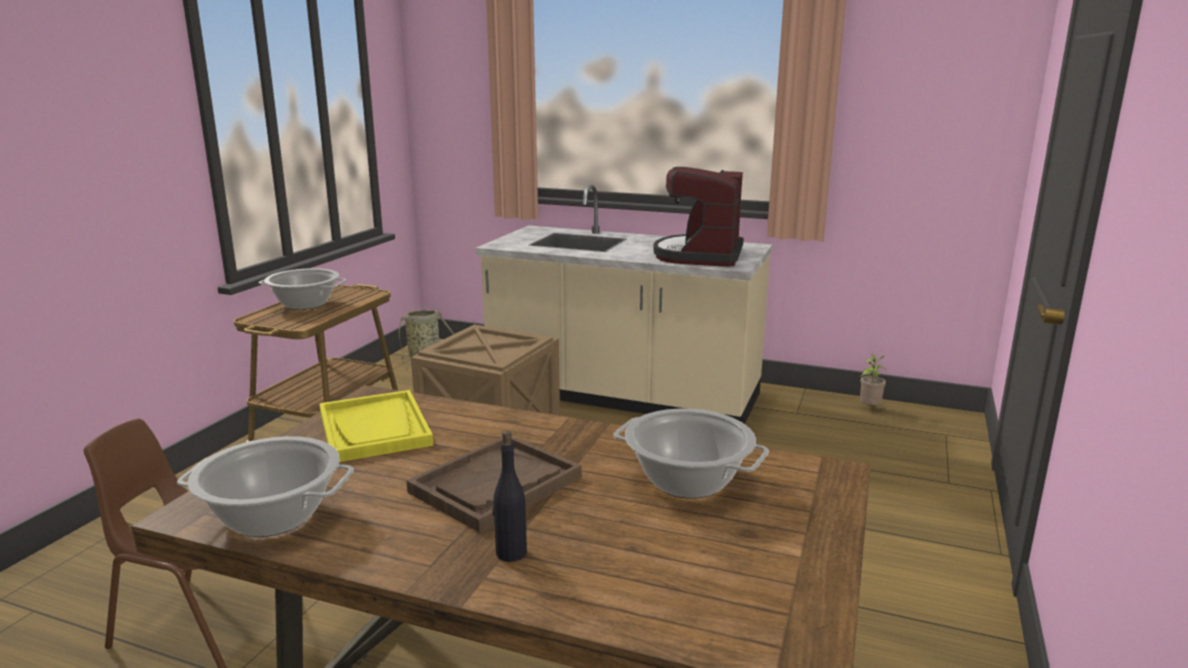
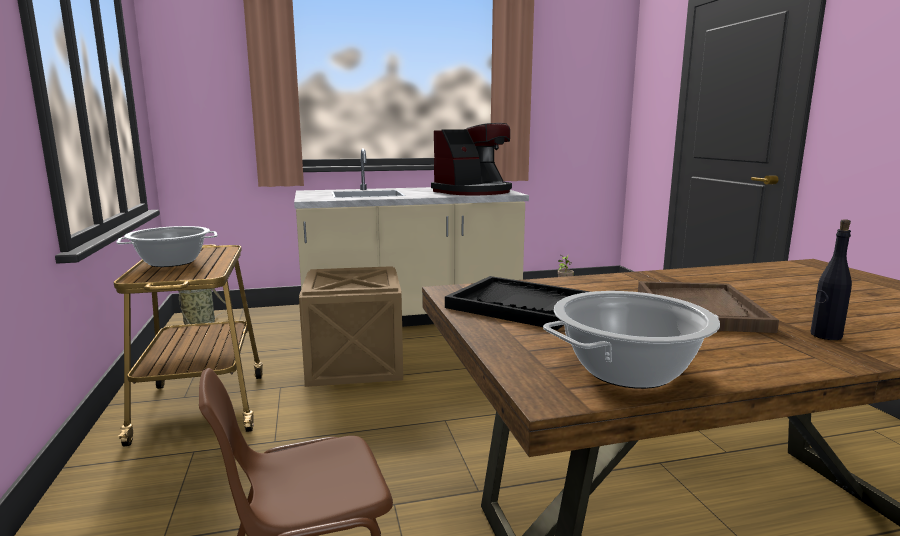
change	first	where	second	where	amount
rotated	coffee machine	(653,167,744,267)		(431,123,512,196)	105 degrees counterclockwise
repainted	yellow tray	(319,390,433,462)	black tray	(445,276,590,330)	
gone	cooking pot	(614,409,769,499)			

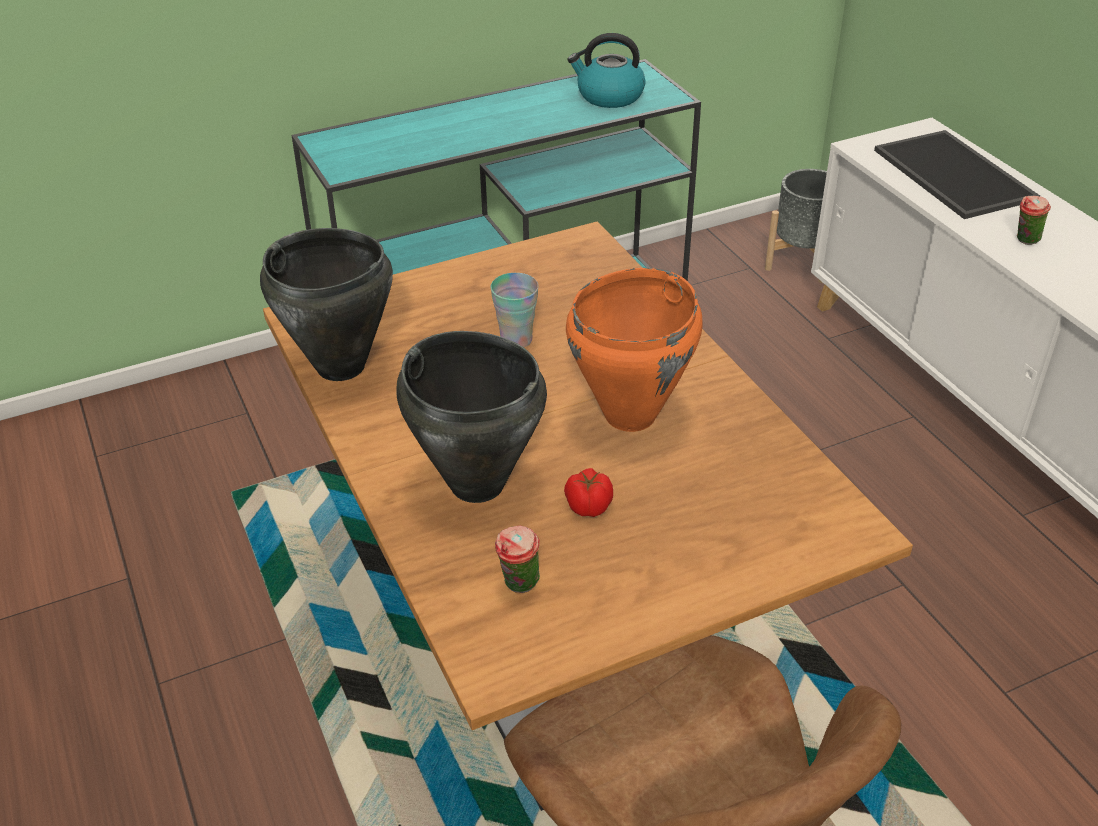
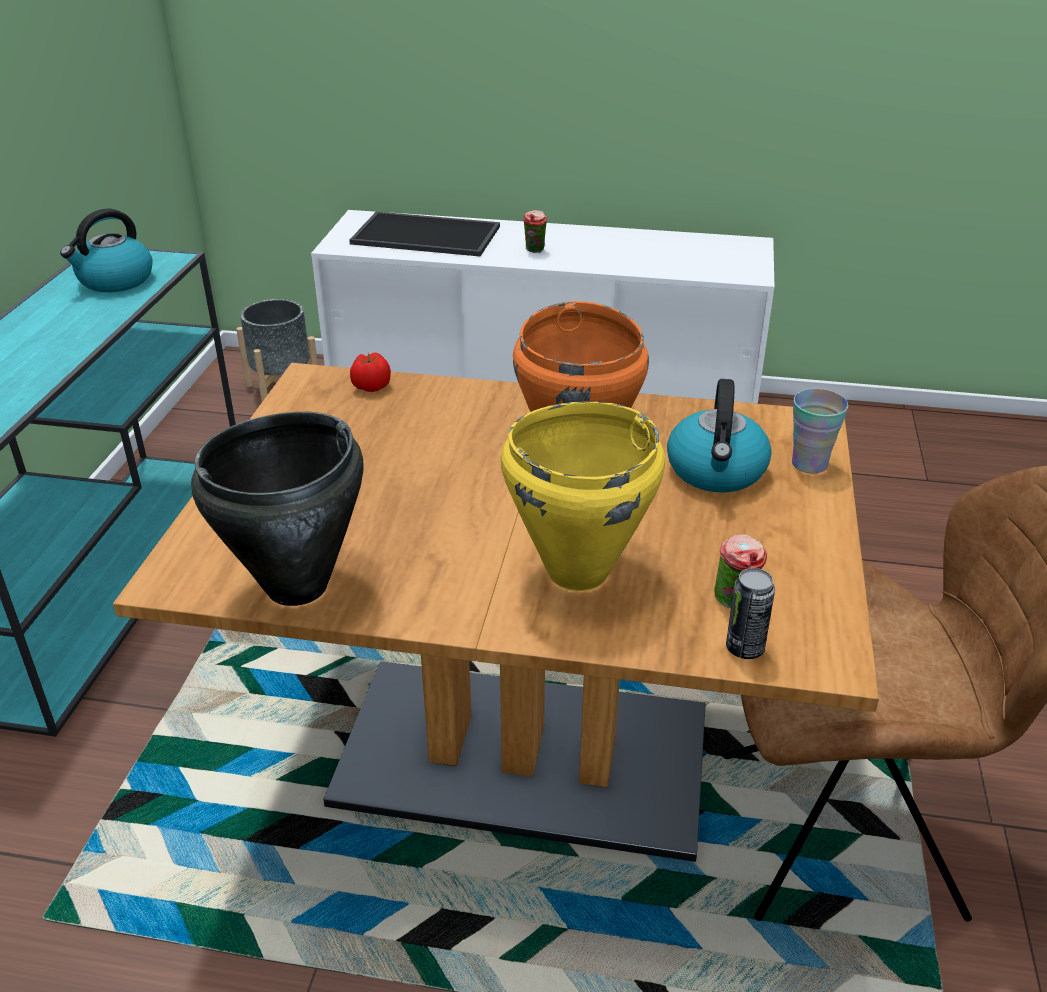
change	first	where	second	where	amount
shifted	tomato	(564,468,613,517)		(350,352,391,392)	
repainted	black cooking pot	(396,331,547,503)	yellow cooking pot	(501,402,665,591)	
new			kettle	(667,379,772,492)	
new			can	(726,568,775,659)	
shifted	cup	(491,273,539,347)		(792,389,848,474)	

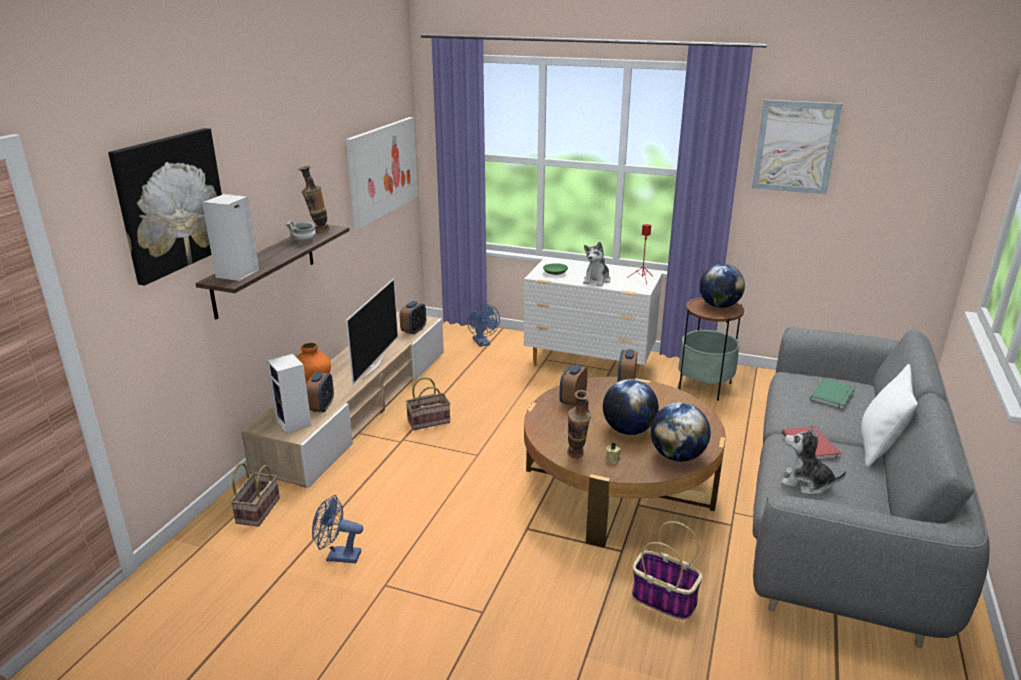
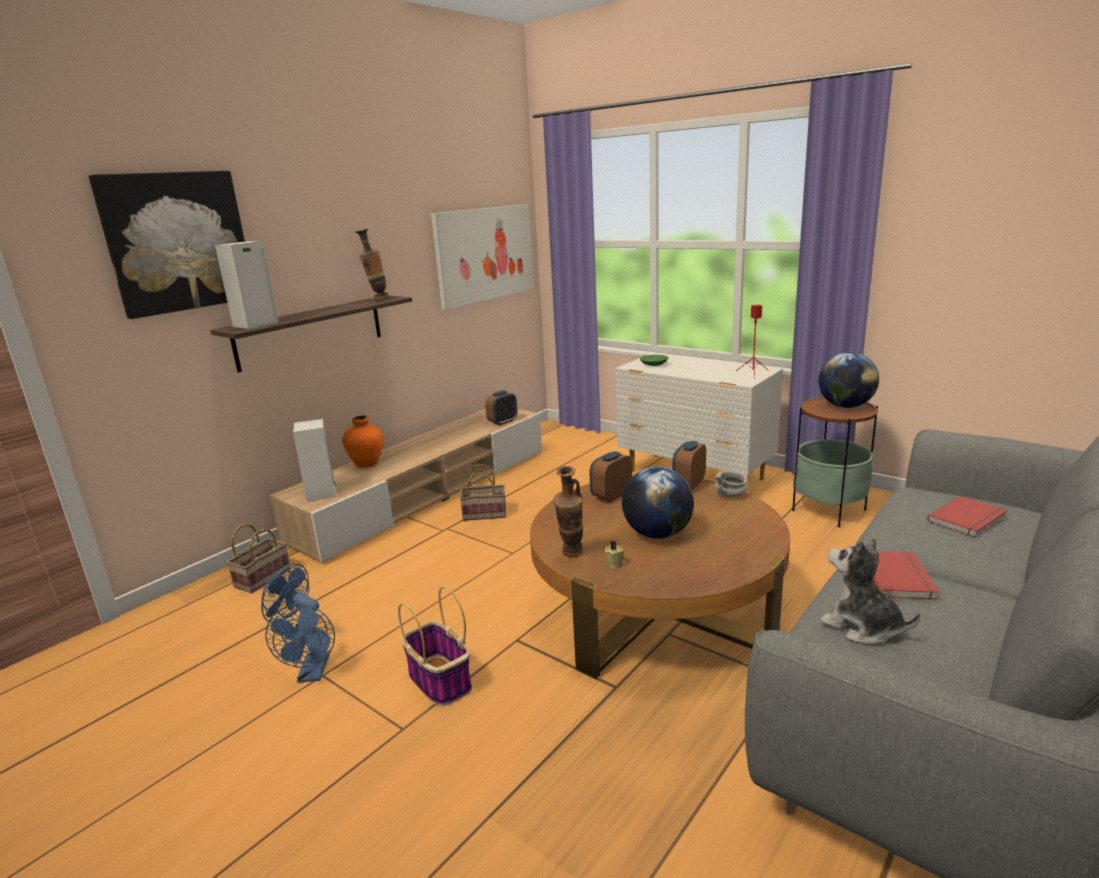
change	first	where	second	where	amount
shifted	blue fan	(467,304,500,347)		(265,604,335,683)	
shifted	basket	(632,521,703,620)		(398,586,472,706)	
shifted	grey bowl	(286,221,316,242)		(715,471,747,498)	
repainted	green book	(810,378,855,409)	red book	(927,496,1007,537)	
gone	alarm clock	(306,372,334,413)			
gone	television	(346,279,398,384)			
gone	plush toy	(583,242,610,287)			
gone	globe	(651,403,711,462)			
gone	picture	(752,100,843,194)			
gone	white pillow	(861,364,918,468)			

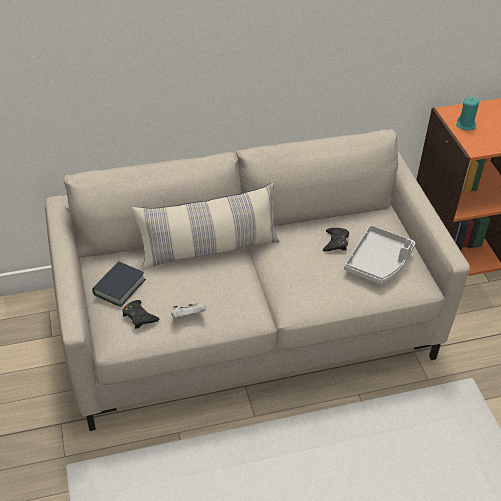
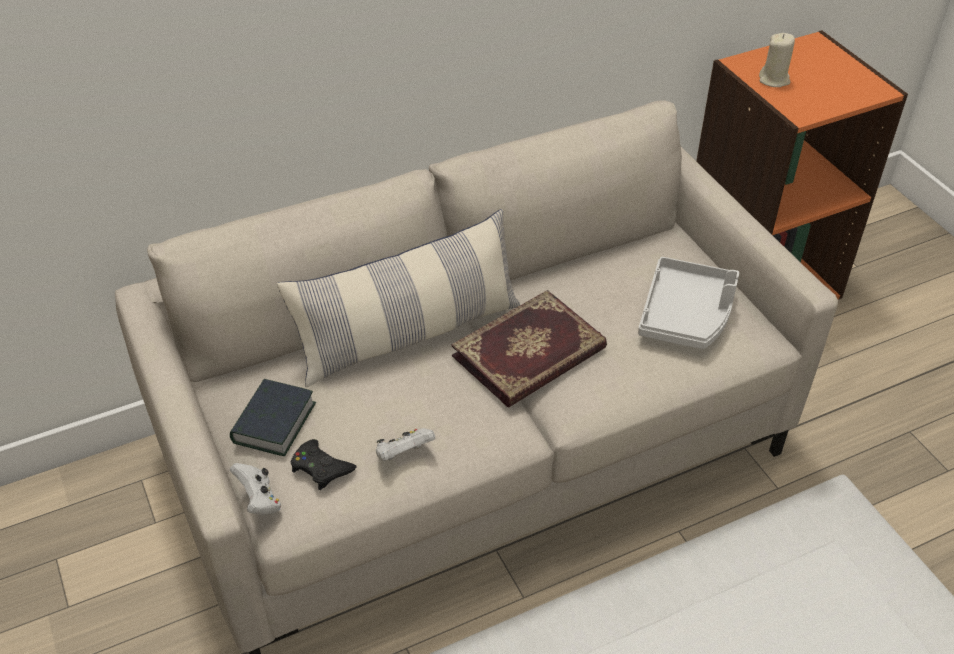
change	first	where	second	where	amount
new			white game controller	(230,463,281,515)	
new			book	(451,290,607,408)	
repainted	turquoise candle	(456,97,479,130)	beige candle	(759,33,795,87)	
gone	black game controller	(323,228,349,251)			

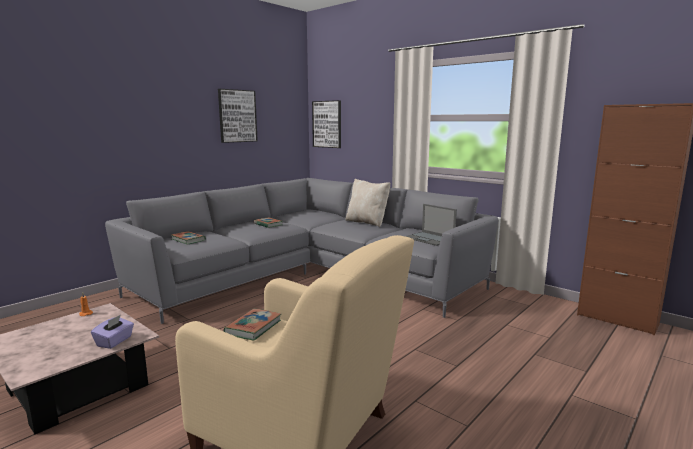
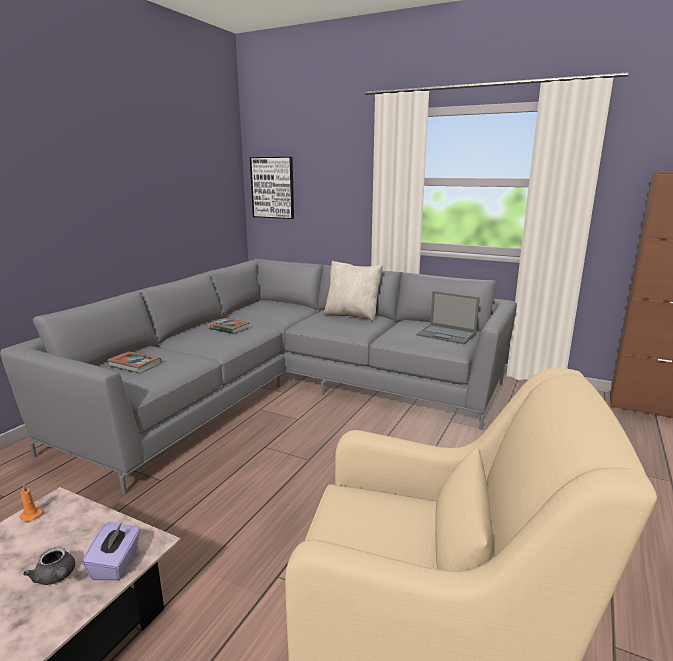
change	first	where	second	where	amount
new			grey teapot	(23,547,75,585)	
gone	picture	(218,89,258,143)			
gone	book	(223,309,281,341)			

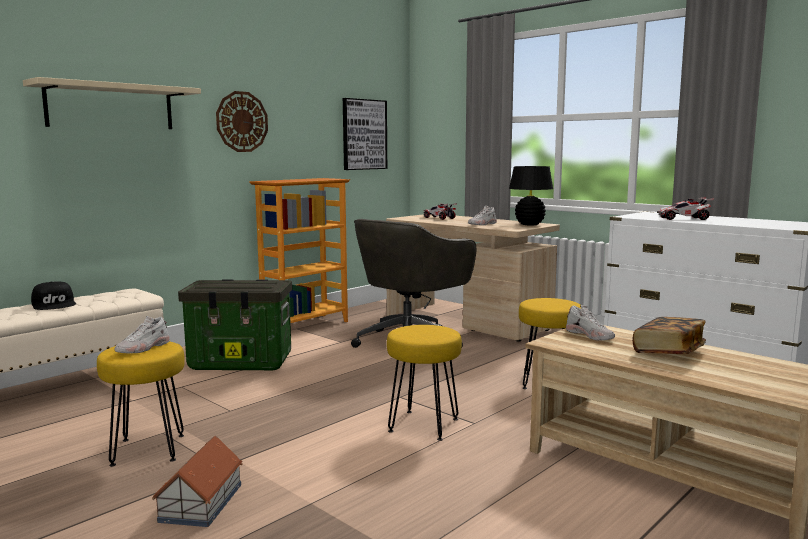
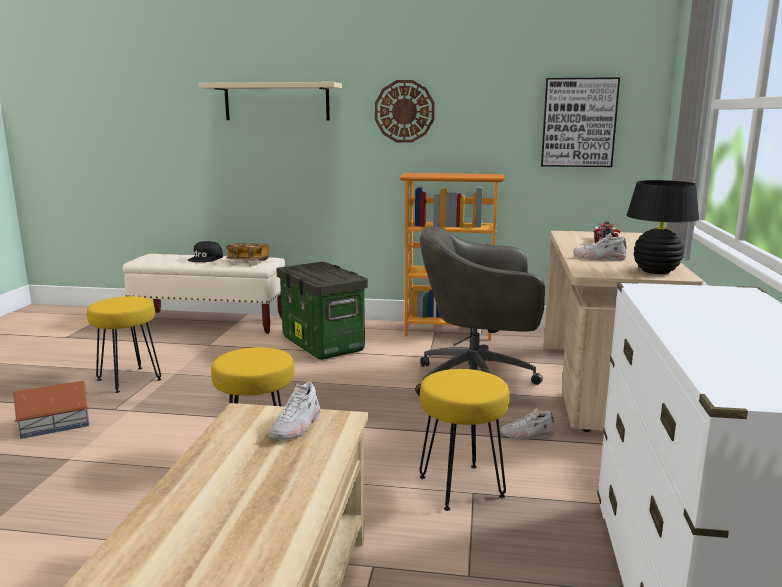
change	first	where	second	where	amount
shifted	book	(633,317,706,354)		(226,243,269,261)	
shifted	white shoe	(115,316,170,353)		(501,408,554,440)	
gone	toy car	(657,196,714,220)			

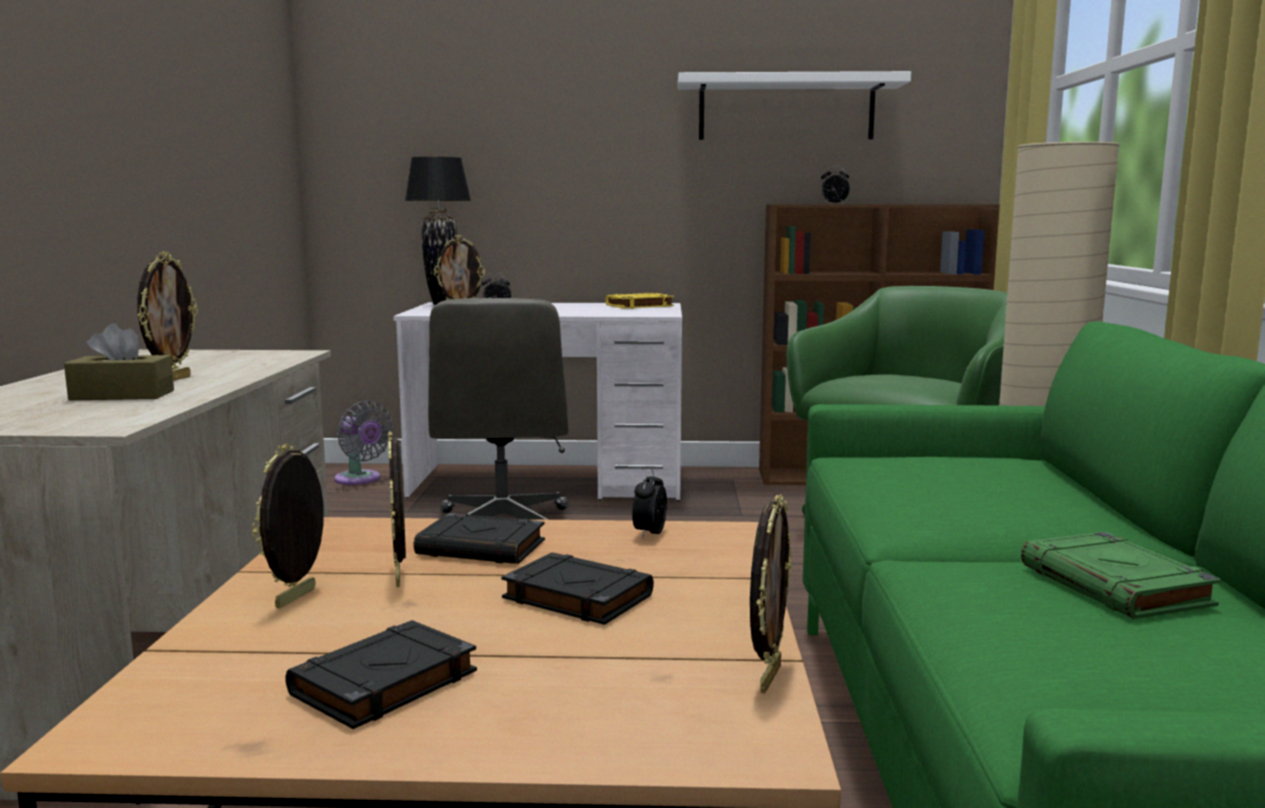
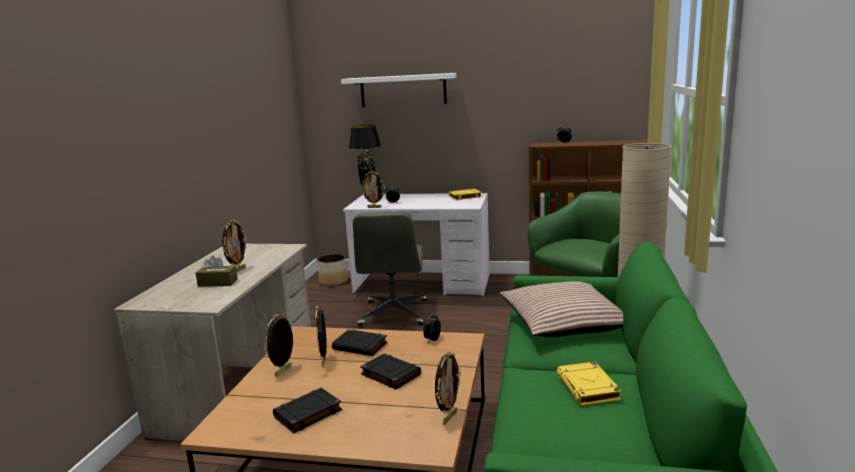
change	first	where	second	where	amount
swapped	grey fan	(334,400,393,485)	planter	(317,254,348,286)	
shifted	white shelf	(678,71,911,140)		(341,73,457,107)	
new			pillow	(500,281,623,337)	
repainted	green book	(1021,532,1221,619)	yellow book	(556,362,622,406)	

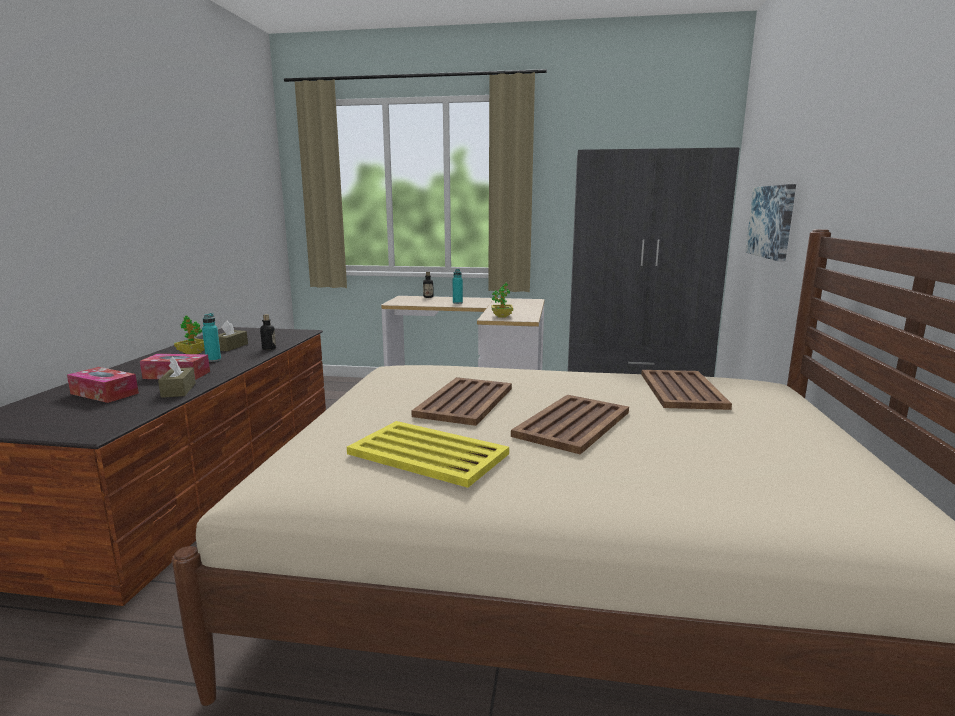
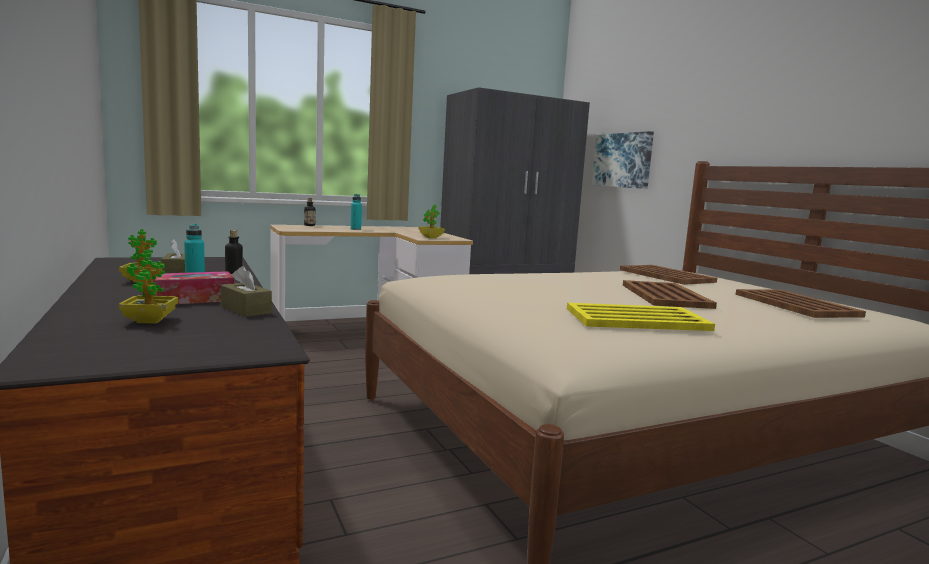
change	first	where	second	where	amount
swapped	tissue box	(67,367,139,403)	potted plant	(118,250,178,324)	
shifted	brown tray	(411,377,512,426)		(735,289,866,318)	

